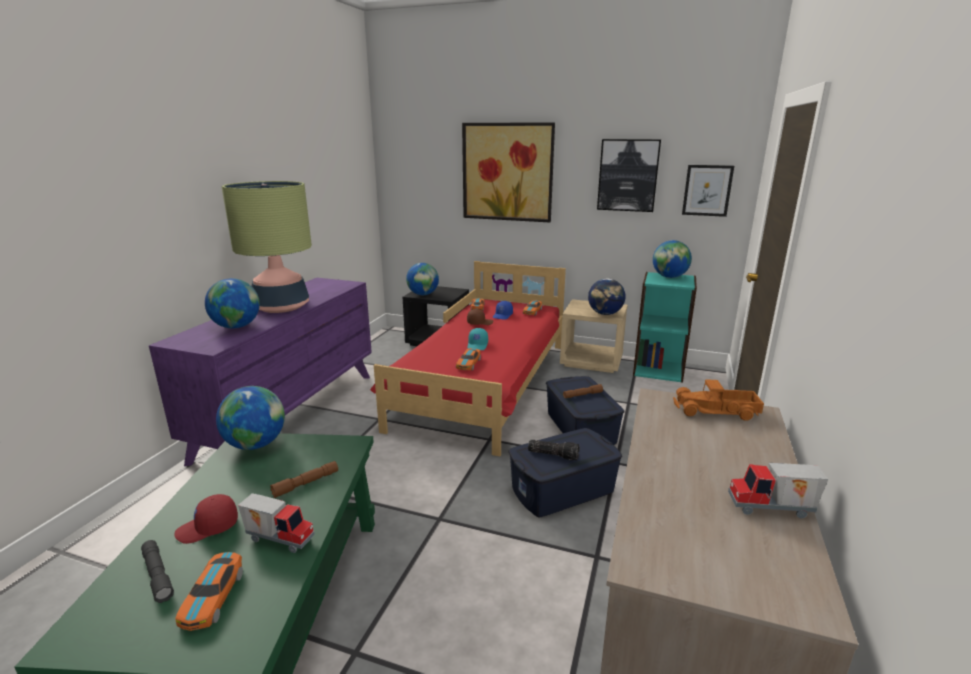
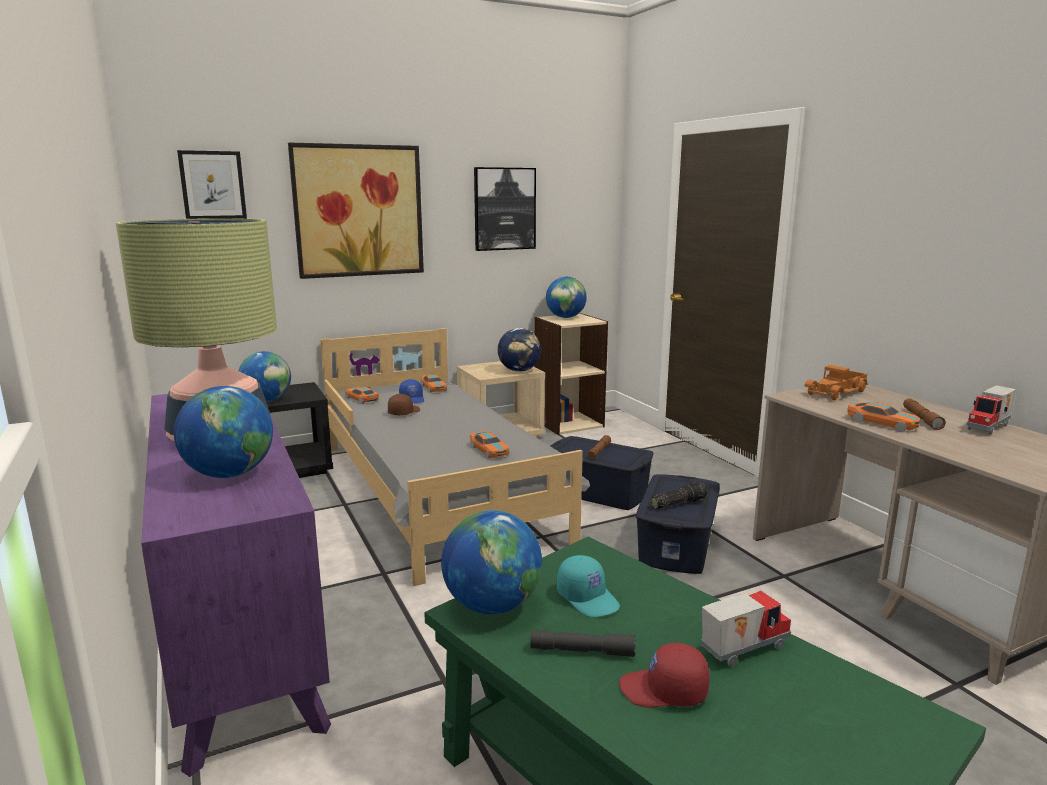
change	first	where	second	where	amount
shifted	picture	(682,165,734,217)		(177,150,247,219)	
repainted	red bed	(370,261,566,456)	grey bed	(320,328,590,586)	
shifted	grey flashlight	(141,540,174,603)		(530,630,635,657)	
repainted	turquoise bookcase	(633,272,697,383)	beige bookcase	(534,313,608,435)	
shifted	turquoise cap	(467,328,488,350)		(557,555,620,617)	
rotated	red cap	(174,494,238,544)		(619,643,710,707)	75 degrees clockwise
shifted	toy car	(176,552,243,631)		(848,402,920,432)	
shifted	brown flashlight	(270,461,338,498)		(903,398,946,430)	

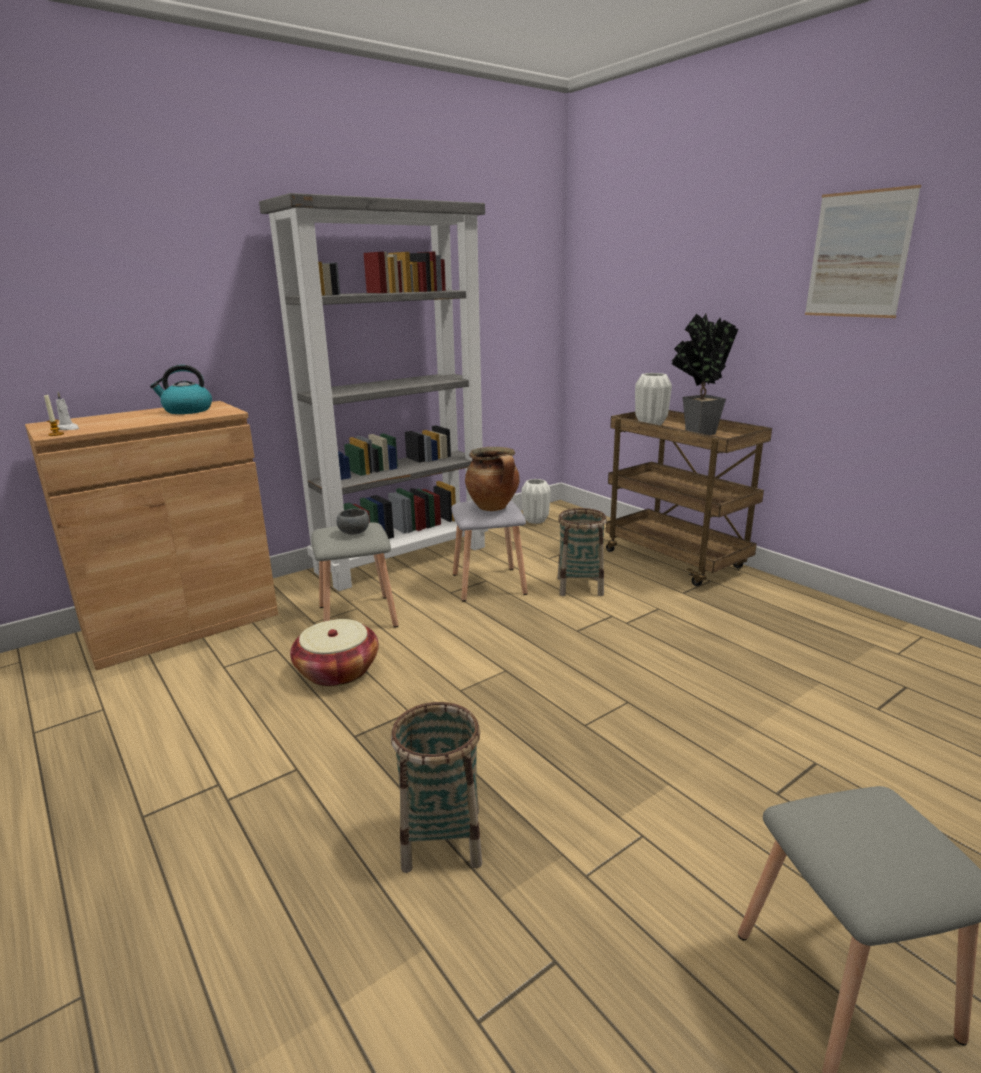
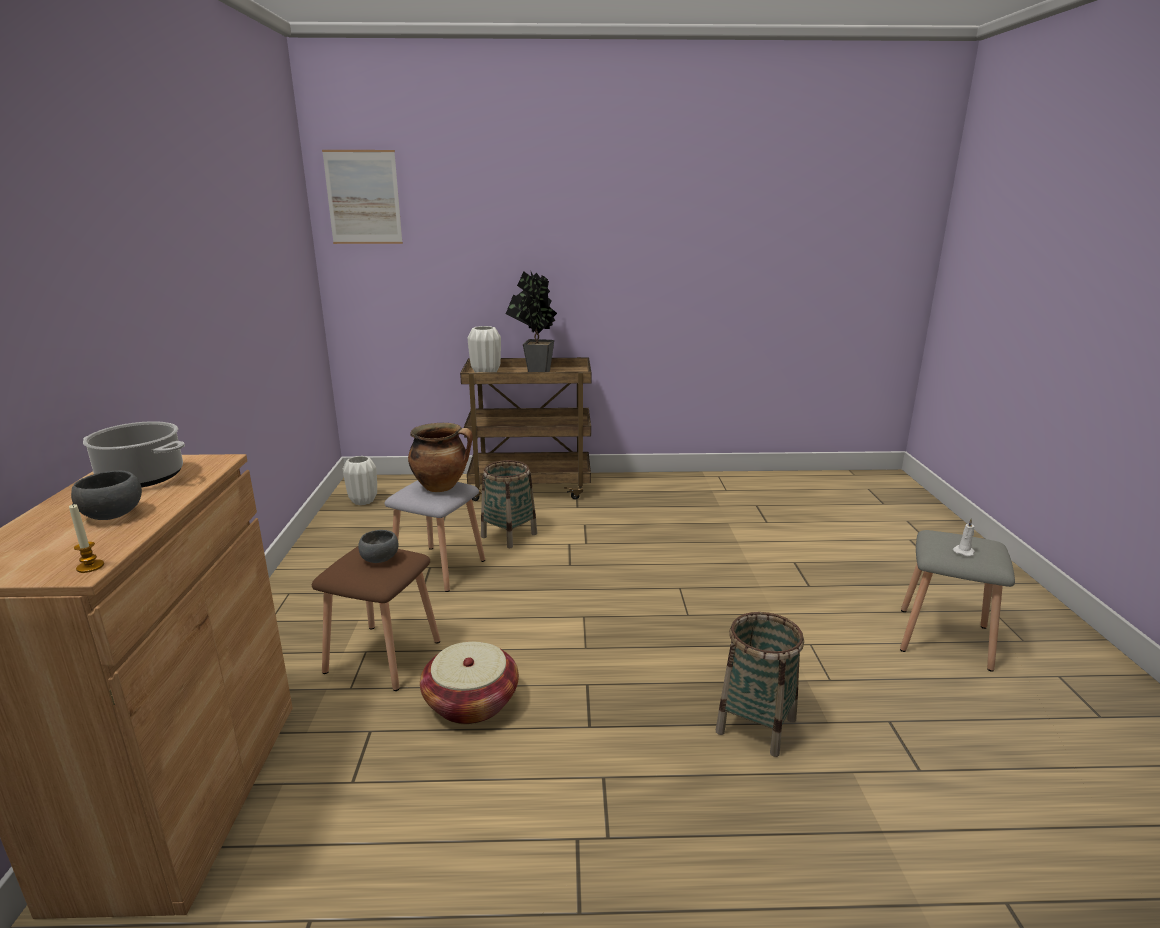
change	first	where	second	where	amount
new			grey bowl	(71,470,142,520)	
swapped	kettle	(150,365,212,414)	cooking pot	(83,421,185,488)	
repainted	grey stool	(312,522,398,628)	brown stool	(312,546,440,691)	
shifted	picture	(805,185,921,318)		(322,150,403,244)	
shifted	white candle	(56,392,79,430)		(953,518,975,556)	
gone	grey bookcase	(259,193,488,591)			

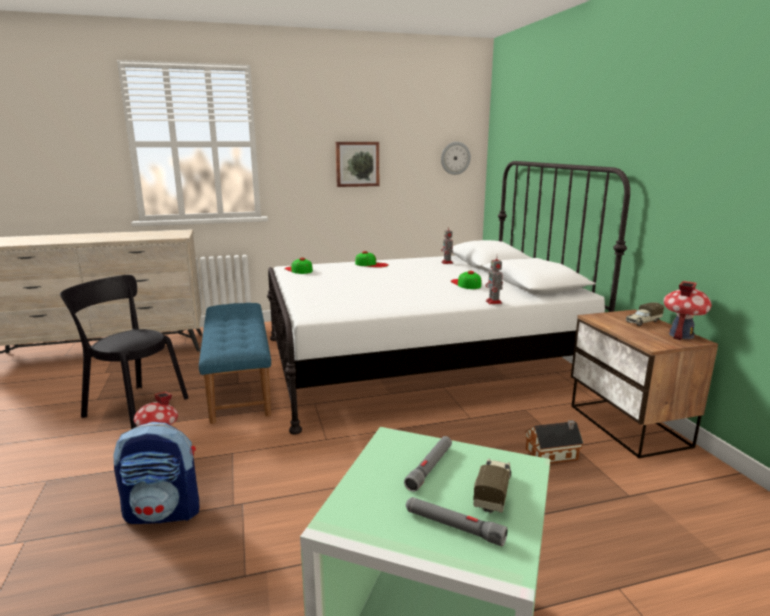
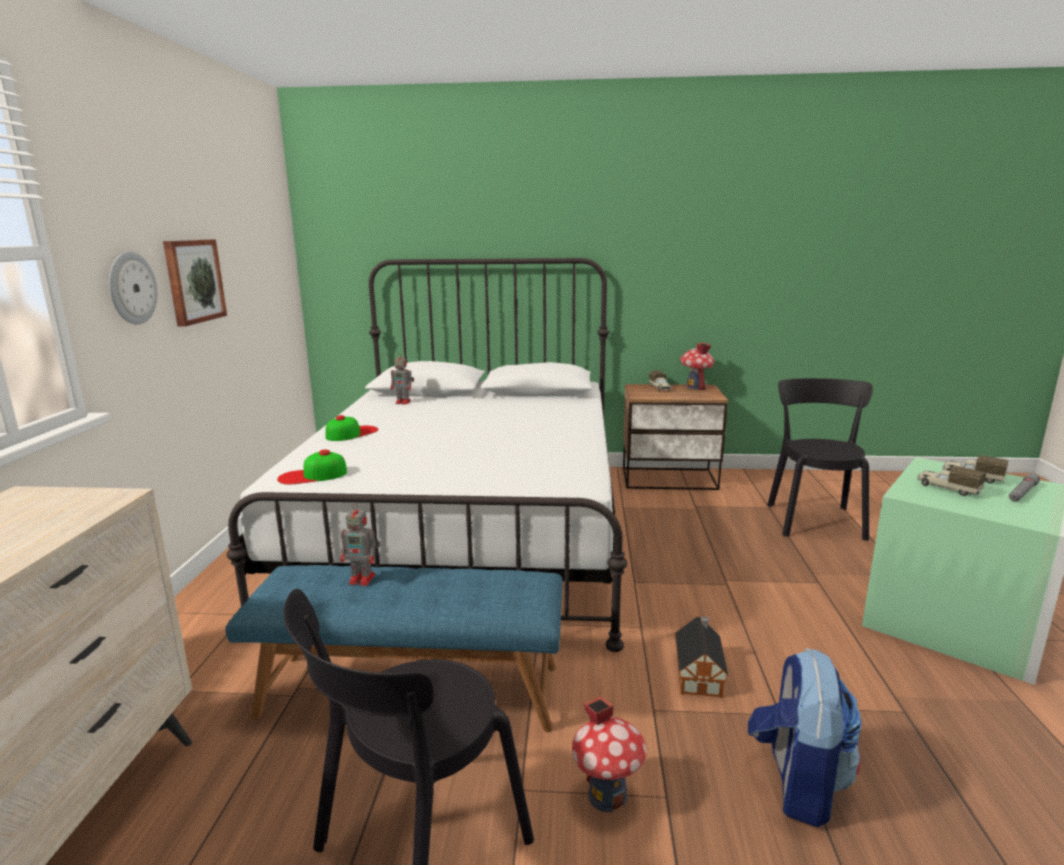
change	first	where	second	where	amount
shifted	wall clock	(441,142,471,175)		(109,252,157,325)	
shifted	toy robot	(485,255,503,304)		(340,503,380,586)	
shifted	toy house	(526,420,584,463)		(675,617,729,698)	
new			black chair	(768,378,873,541)	
swapped	grey flashlight	(404,436,452,492)	toy truck	(917,466,986,496)	
gone	cap	(451,271,481,289)			

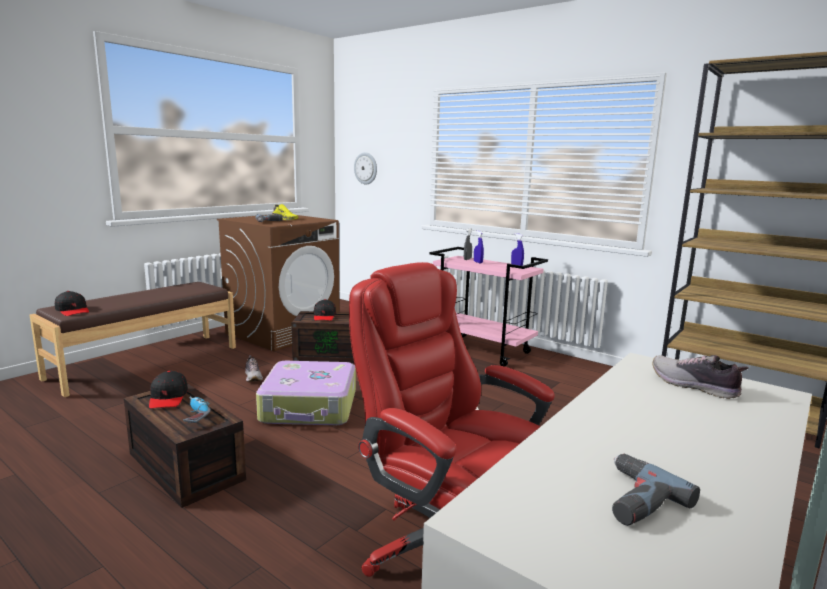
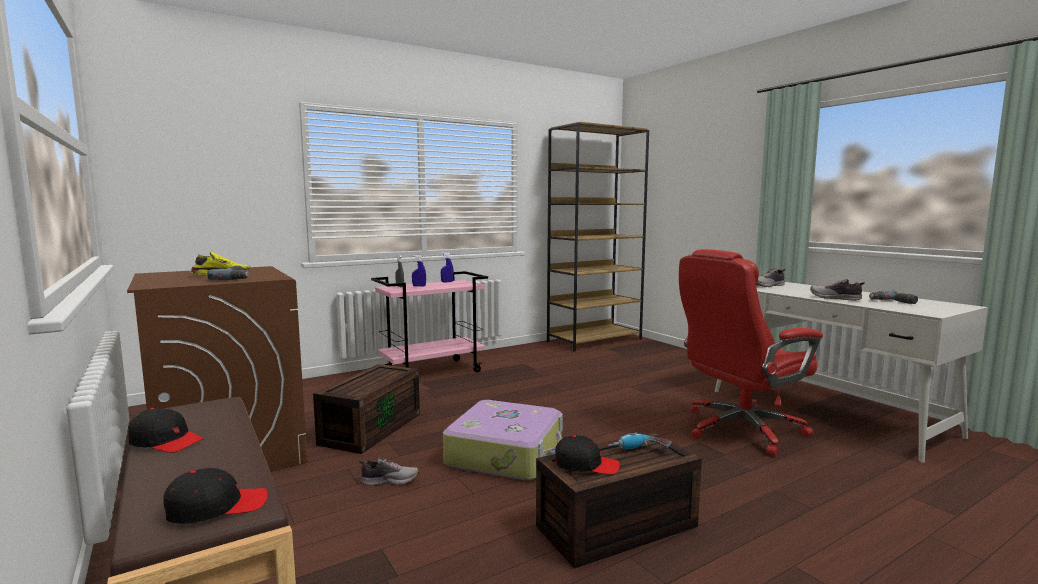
change	first	where	second	where	amount
shifted	black cap	(314,299,336,321)		(128,408,204,453)	
new			shoe	(810,279,865,301)	
gone	wall clock	(354,152,377,184)			

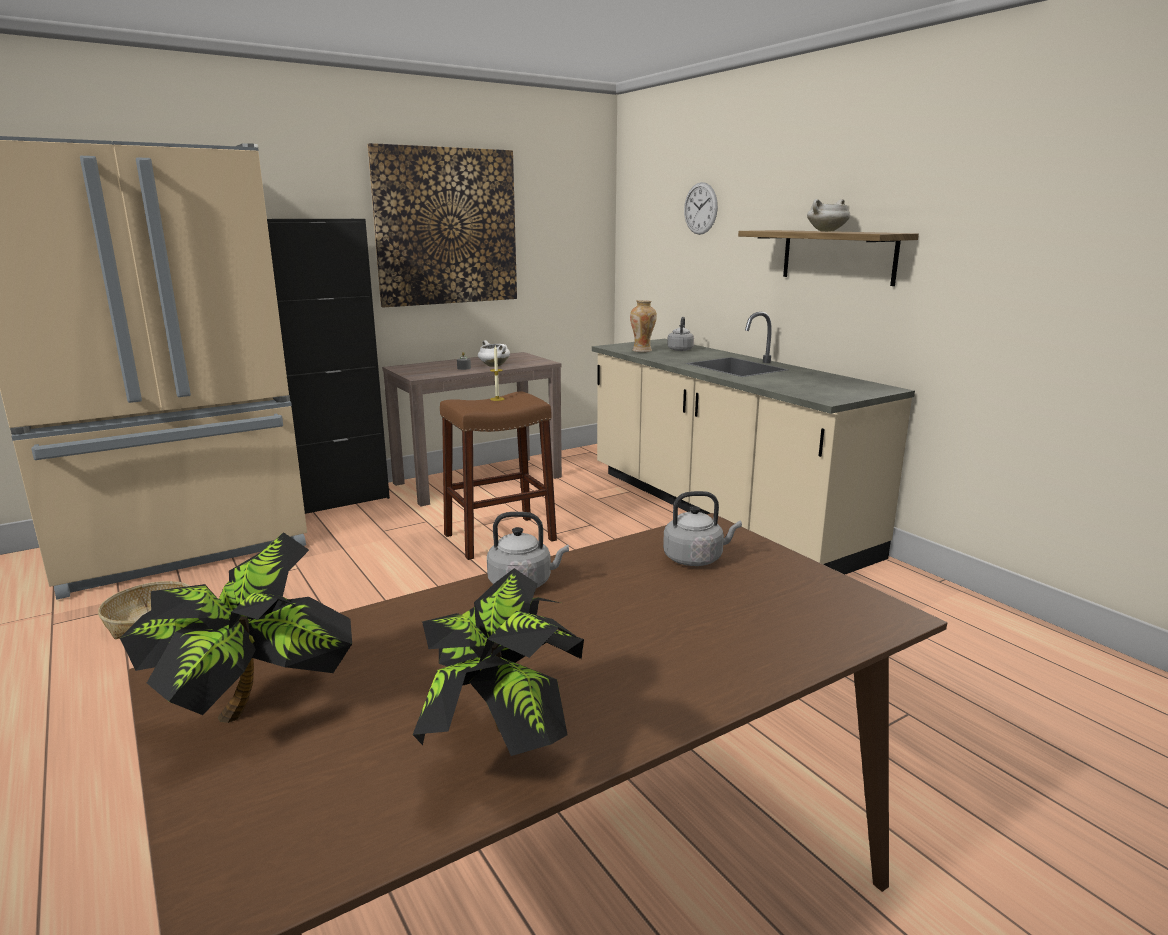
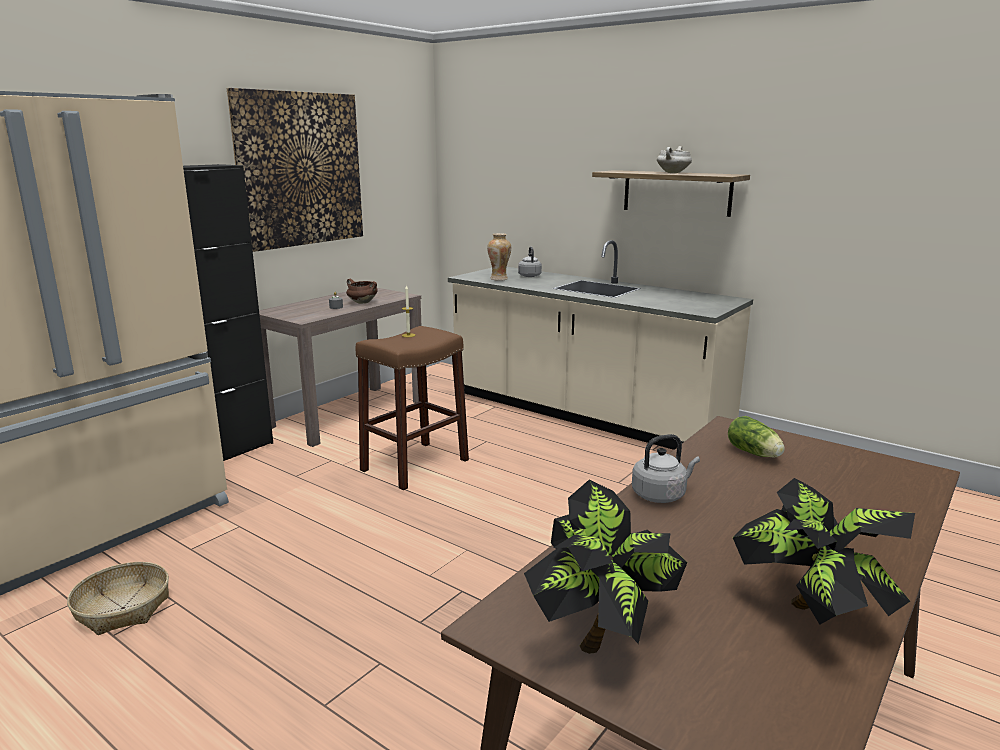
change	first	where	second	where	amount
repainted	white cooking pot	(478,340,510,367)	brown cooking pot	(346,279,378,304)	
swapped	grey kettle	(663,491,742,566)	lettuce	(728,416,785,457)	
gone	wall clock	(684,182,718,235)			

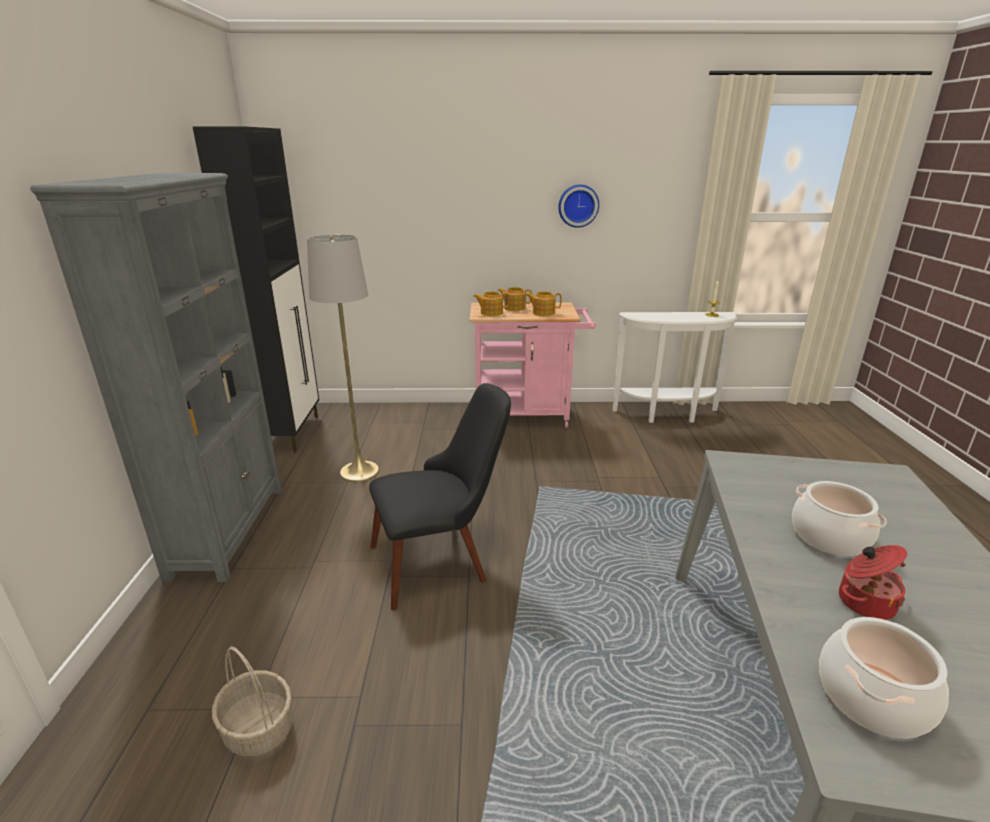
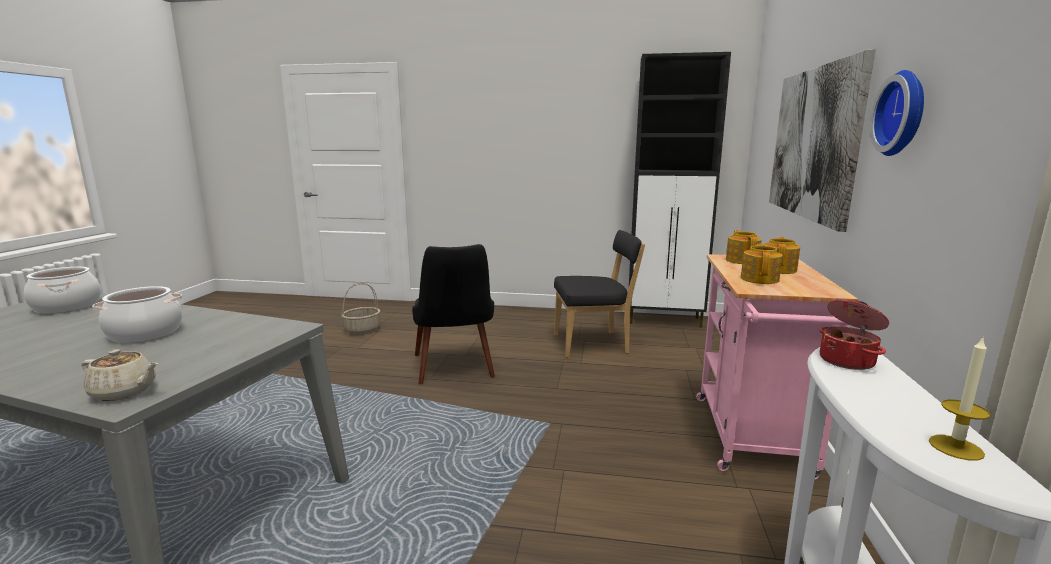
change	first	where	second	where	amount
new			beige teapot	(81,349,158,401)	
swapped	grey floor lamp	(307,235,379,482)	black chair	(554,230,645,358)	
new			picture	(769,49,875,232)	
shifted	cooking pot	(839,545,907,620)		(819,300,889,370)	
gone	grey bookcase	(30,173,282,582)			

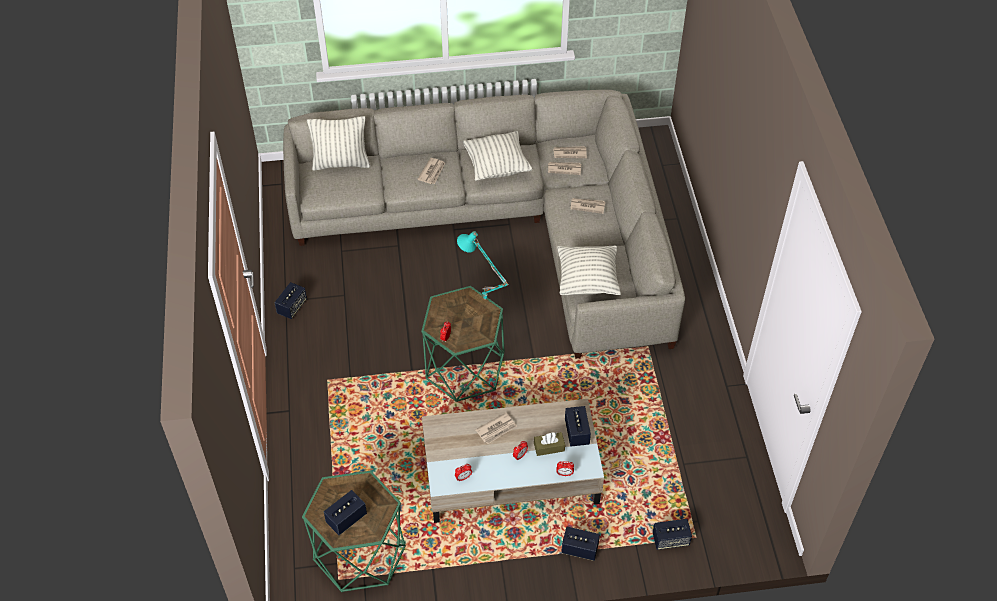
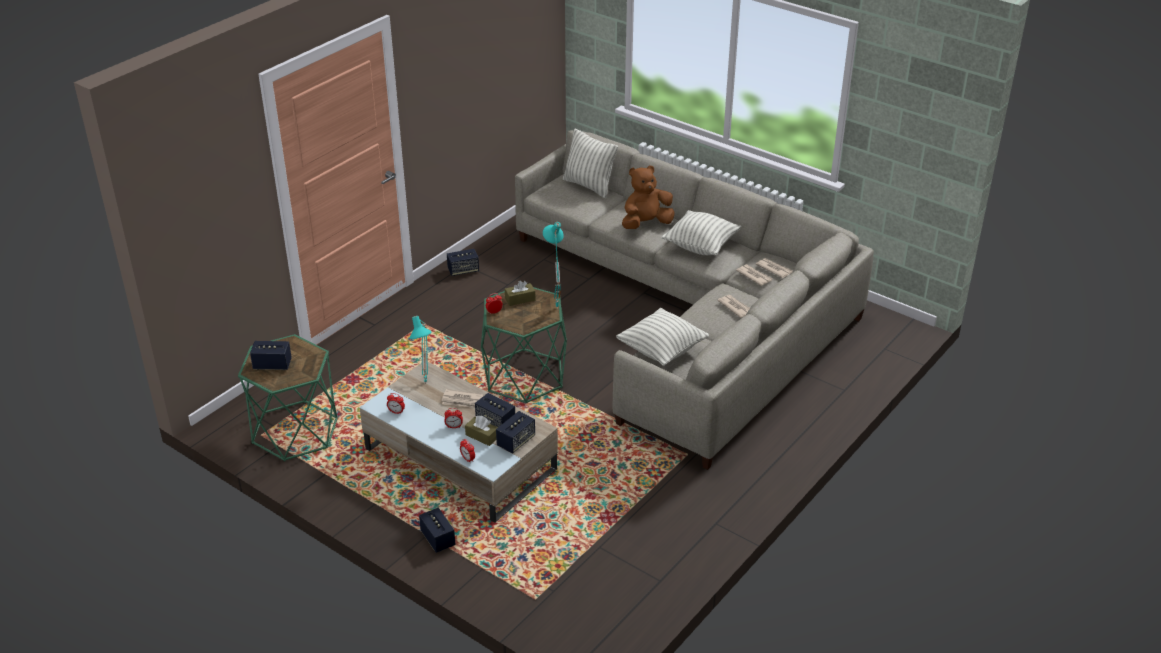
change	first	where	second	where	amount
new			turquoise table lamp	(409,316,432,384)	
shifted	speaker	(652,519,692,550)		(475,393,515,427)	
new			brown tissue box	(505,281,536,306)	
swapped	newspaper	(417,158,445,184)	brown plush toy	(622,165,675,229)	

